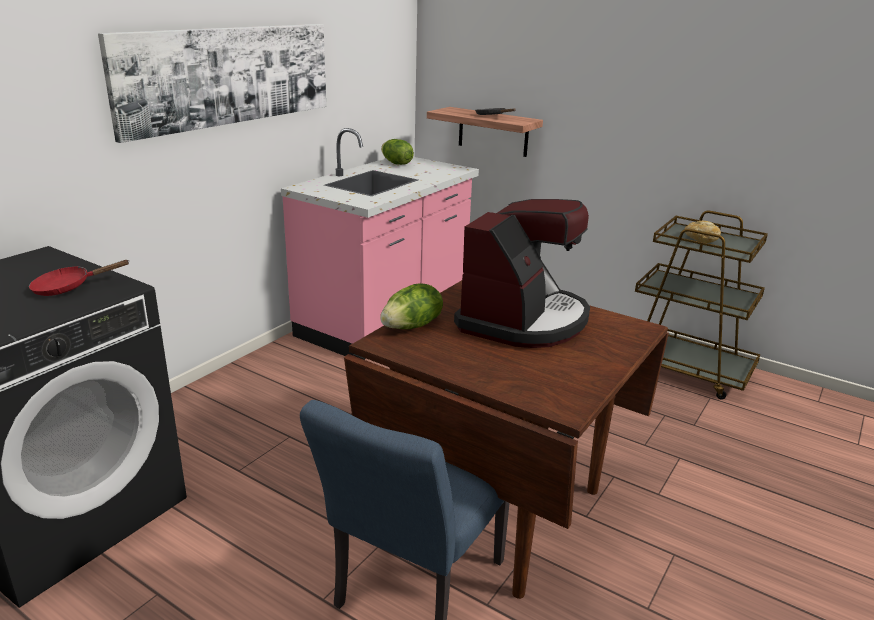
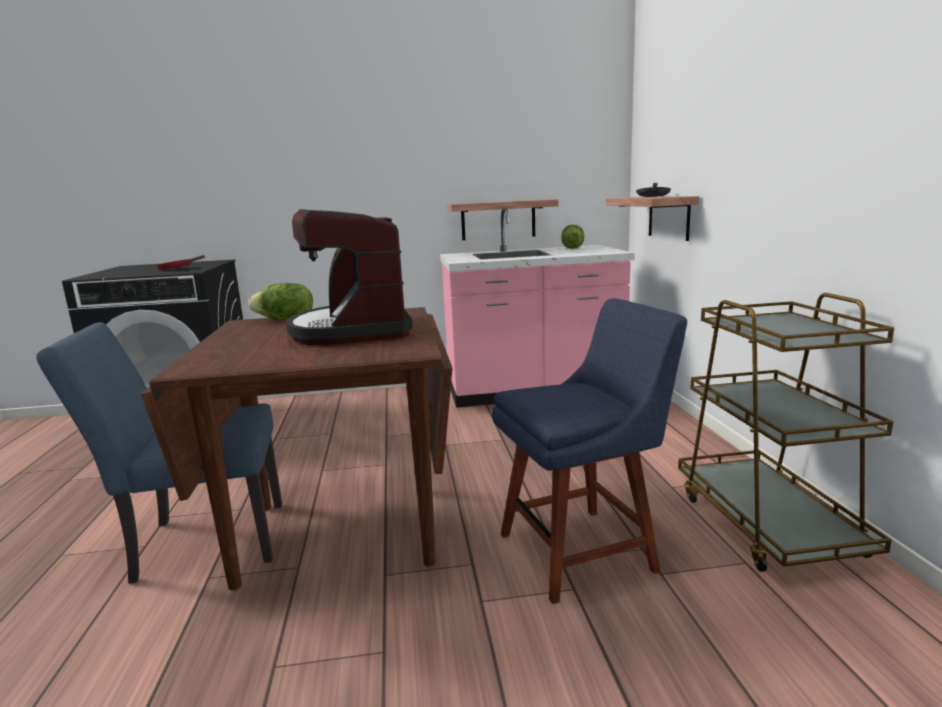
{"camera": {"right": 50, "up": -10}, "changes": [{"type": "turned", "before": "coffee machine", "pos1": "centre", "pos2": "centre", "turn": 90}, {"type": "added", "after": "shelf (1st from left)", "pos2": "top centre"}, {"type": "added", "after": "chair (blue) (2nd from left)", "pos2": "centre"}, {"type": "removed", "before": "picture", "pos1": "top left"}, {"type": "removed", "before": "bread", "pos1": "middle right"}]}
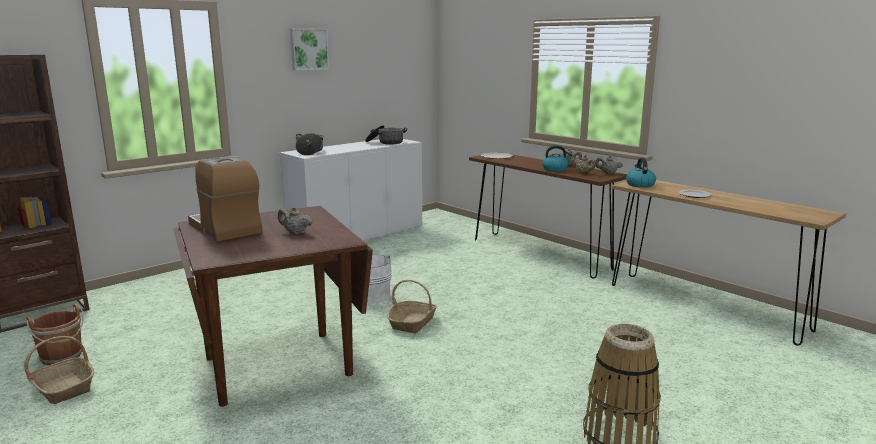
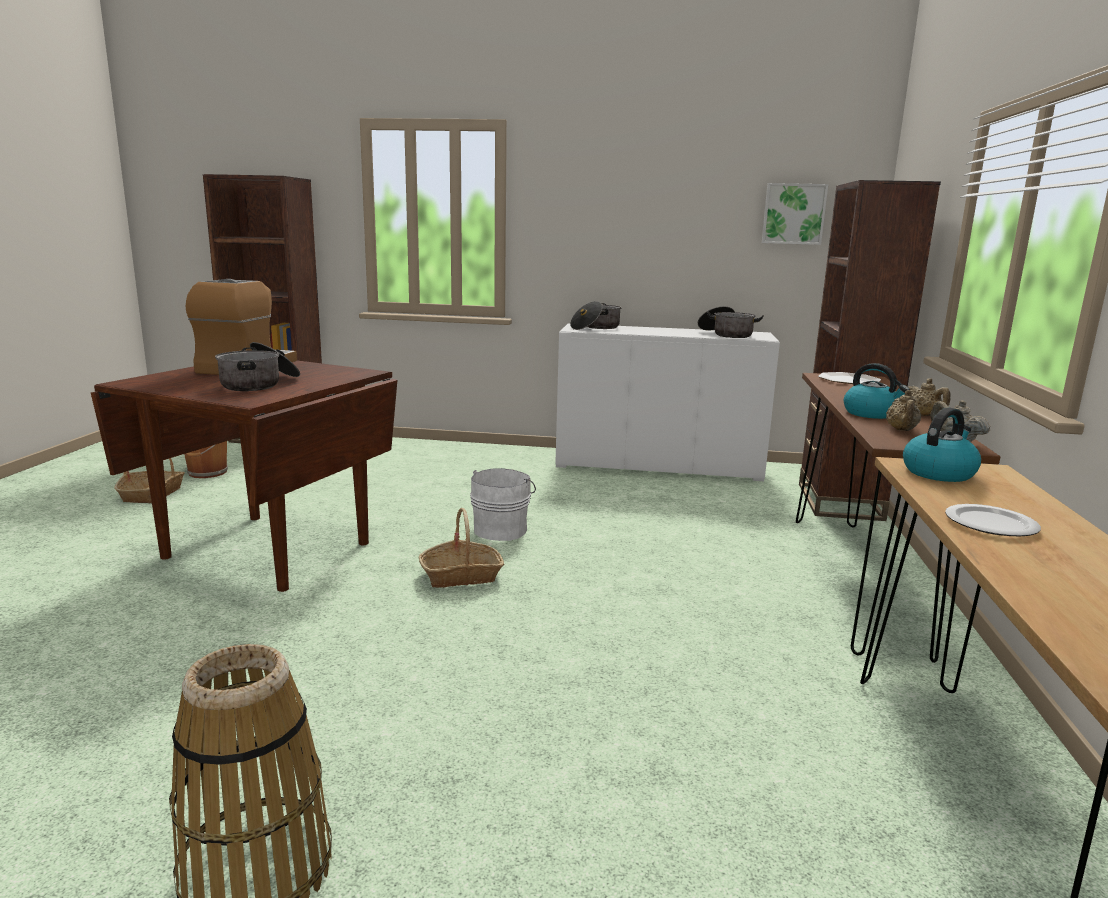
{"camera": {"right": 50, "up": 0}, "changes": [{"type": "replaced", "before": "teapot (beige) (1st from left)", "after": "cooking pot (1st from left)", "pos1": "centre", "pos2": "middle left"}, {"type": "moved", "before": "picture", "pos1": "top centre", "pos2": "top right"}, {"type": "added", "after": "bookcase (brown) (2nd from left)", "pos2": "middle right"}]}
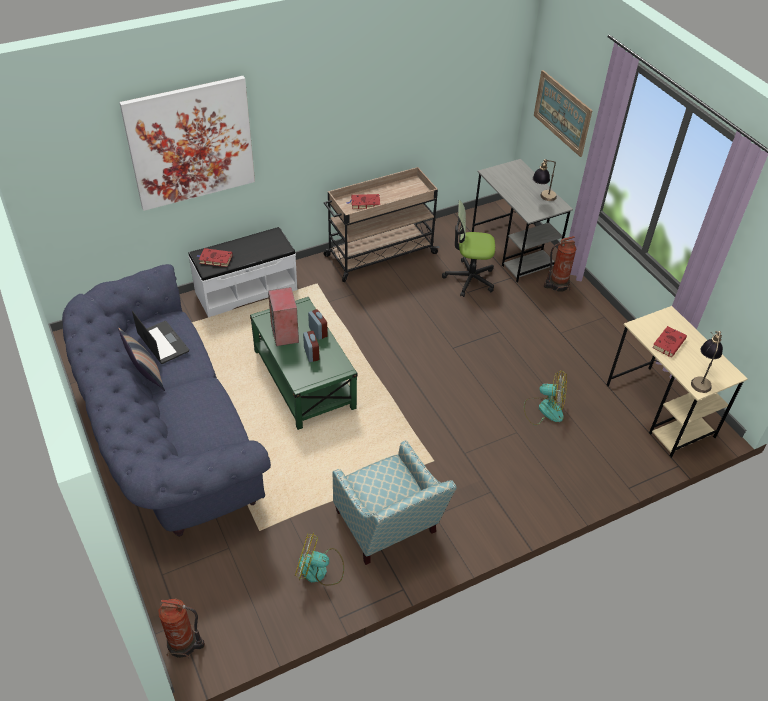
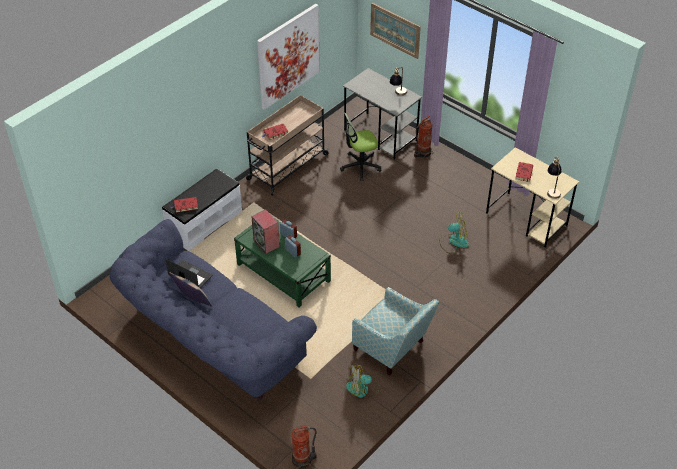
{"camera": {"right": -20, "up": 0}, "changes": [{"type": "moved", "before": "picture (1st from left)", "pos1": "top left", "pos2": "top centre"}]}
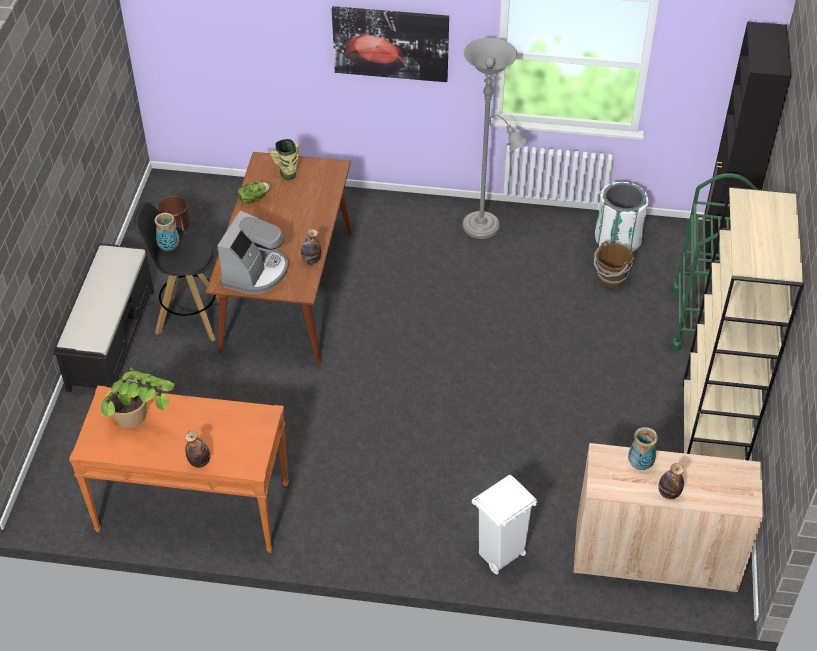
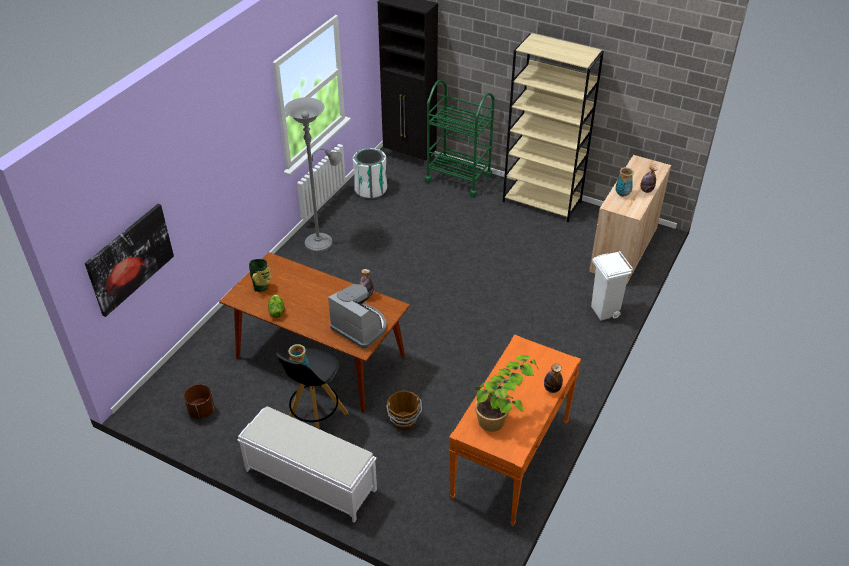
{"camera": {"right": -70, "up": -5}, "changes": [{"type": "moved", "before": "picture", "pos1": "top centre", "pos2": "middle left"}, {"type": "recoloured", "before": "bench (black)", "after": "bench (white)", "pos1": "middle left", "pos2": "bottom centre"}, {"type": "moved", "before": "bucket (brown)", "pos1": "middle right", "pos2": "bottom centre"}]}
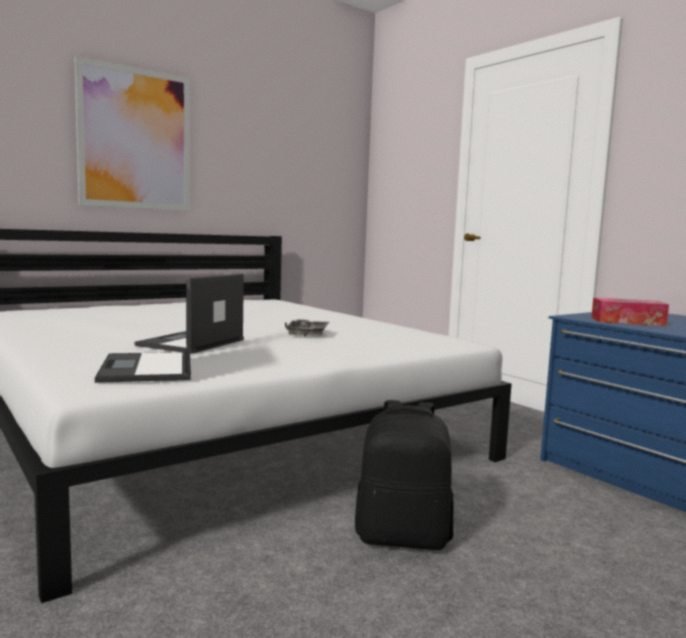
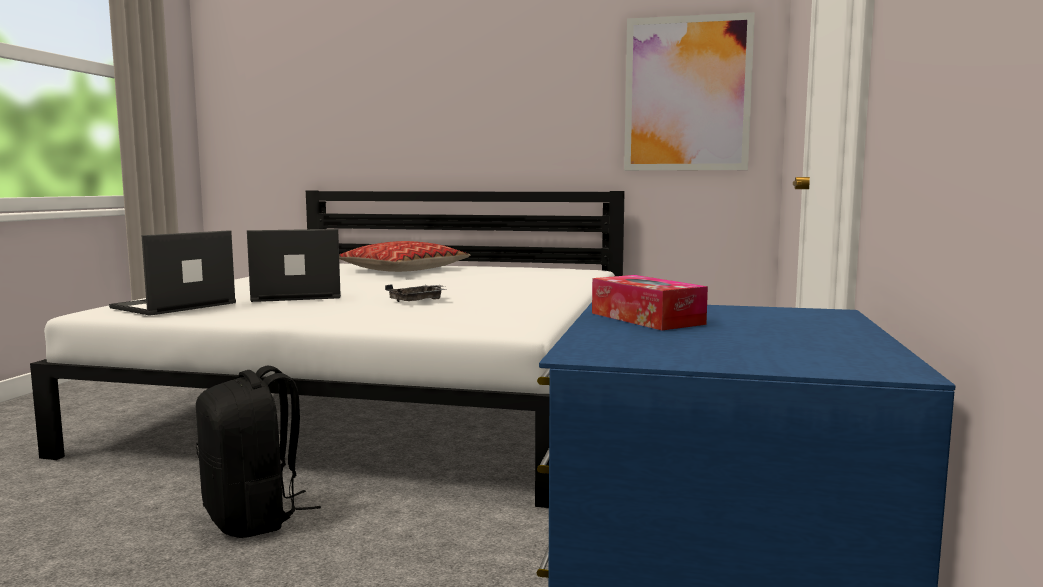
{"camera": {"right": 50, "up": 0}, "changes": [{"type": "added", "after": "pillow", "pos2": "centre"}, {"type": "moved", "before": "picture", "pos1": "top left", "pos2": "top centre"}]}
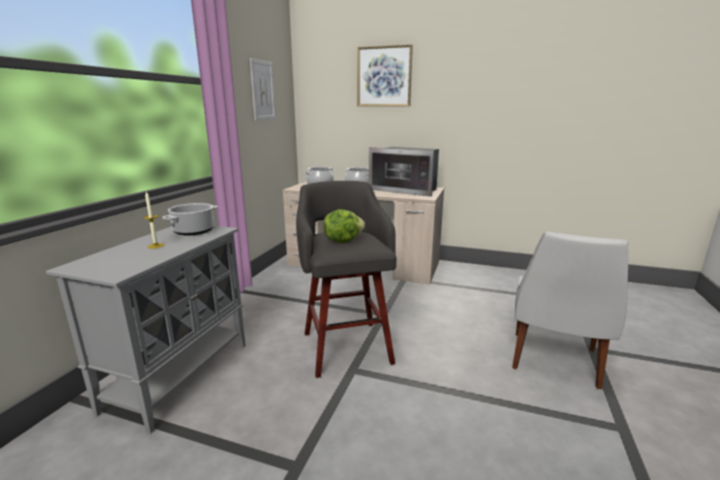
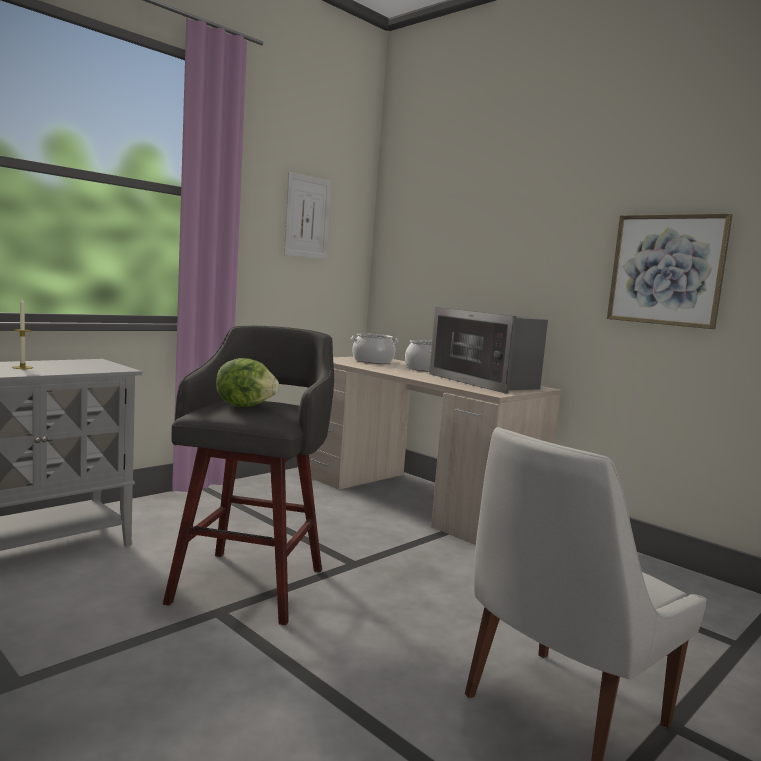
{"camera": {"right": 25, "up": -10}, "changes": [{"type": "moved", "before": "picture (2nd from left)", "pos1": "top centre", "pos2": "middle right"}, {"type": "removed", "before": "cooking pot (1st from left)", "pos1": "middle left"}]}
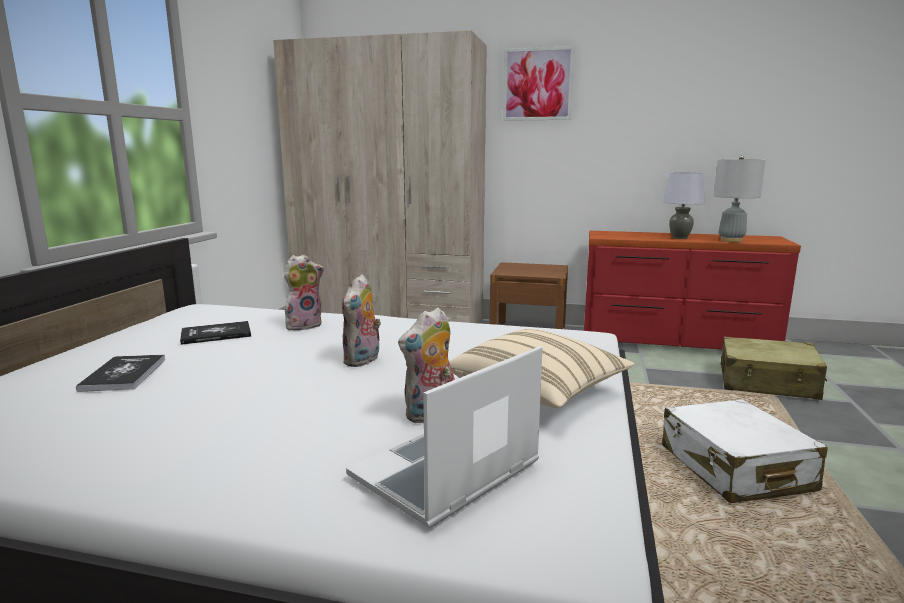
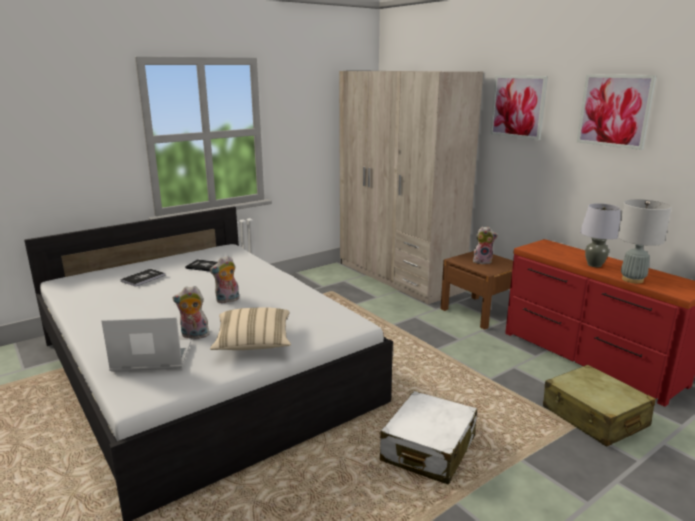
{"camera": {"right": 40, "up": 5}, "changes": [{"type": "moved", "before": "plush toy (1st from left in the first image)", "after": "plush toy (3rd from left)", "pos1": "centre", "pos2": "middle right"}, {"type": "added", "after": "picture (2nd from left)", "pos2": "top right"}]}
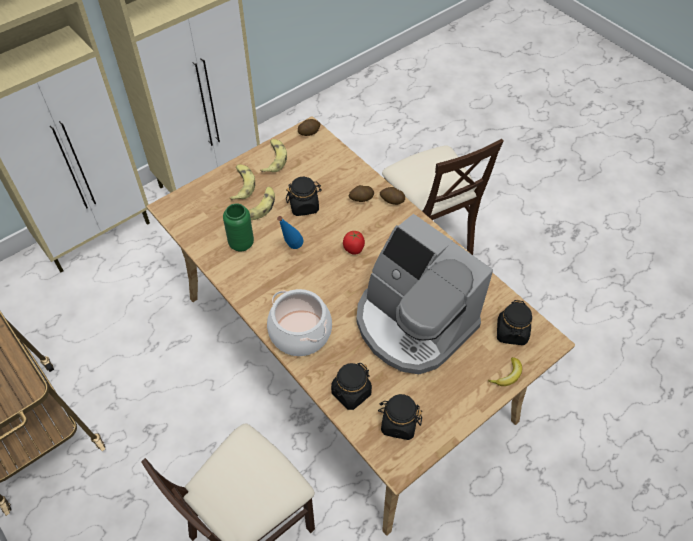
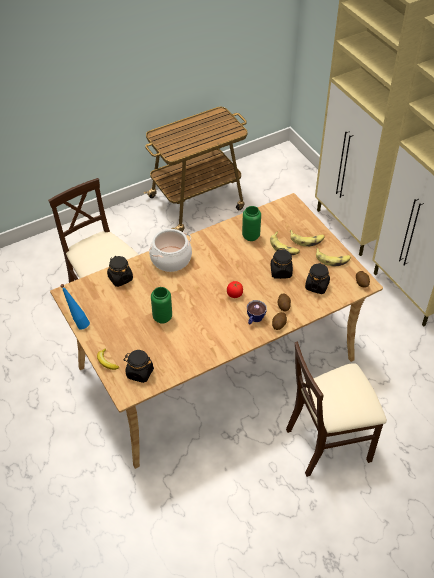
{"camera": {"right": 100, "up": -5}, "changes": [{"type": "moved", "before": "bottle (blue)", "pos1": "centre", "pos2": "middle left"}, {"type": "replaced", "before": "coffee machine", "after": "vase (green) (1st from left)", "pos1": "centre", "pos2": "centre"}, {"type": "added", "after": "cup", "pos2": "centre"}, {"type": "moved", "before": "jar (black) (3rd from left in the first image)", "after": "jar (black) (4th from left)", "pos1": "bottom centre", "pos2": "middle right"}]}
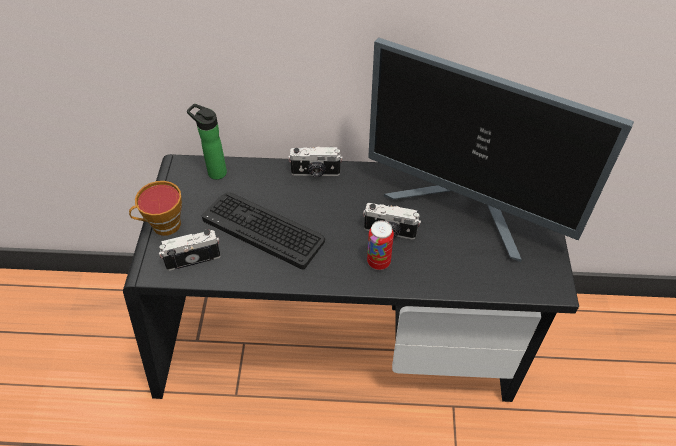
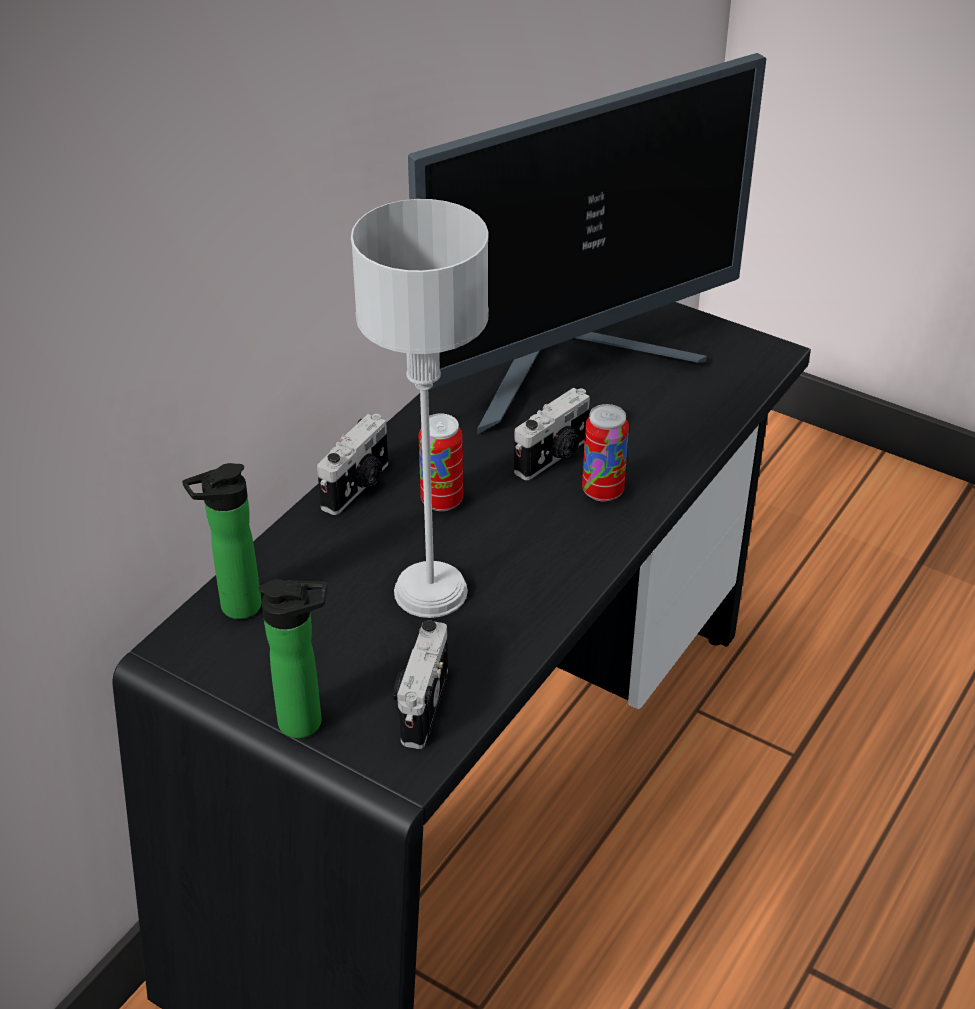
{"camera": {"right": -60, "up": -10}, "changes": [{"type": "replaced", "before": "cup", "after": "bottle (2nd from left)", "pos1": "middle left", "pos2": "middle left"}, {"type": "replaced", "before": "keyboard", "after": "table lamp (grey)", "pos1": "centre", "pos2": "centre"}, {"type": "added", "after": "can (1st from left)", "pos2": "centre"}]}
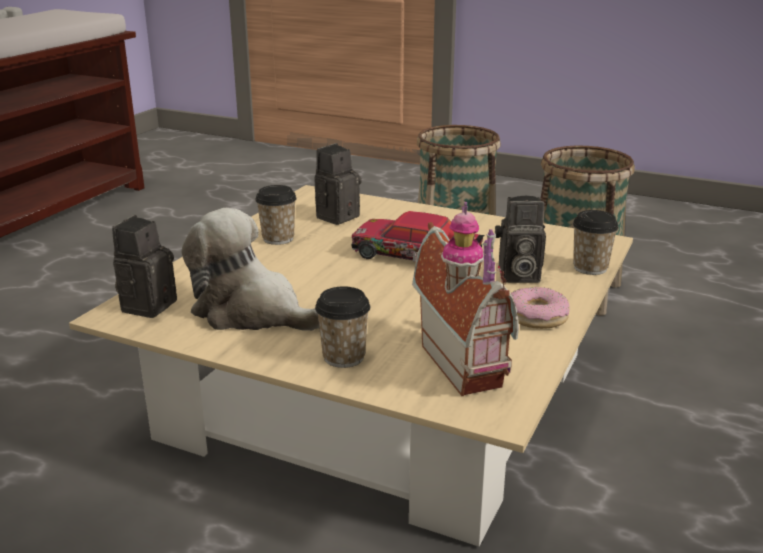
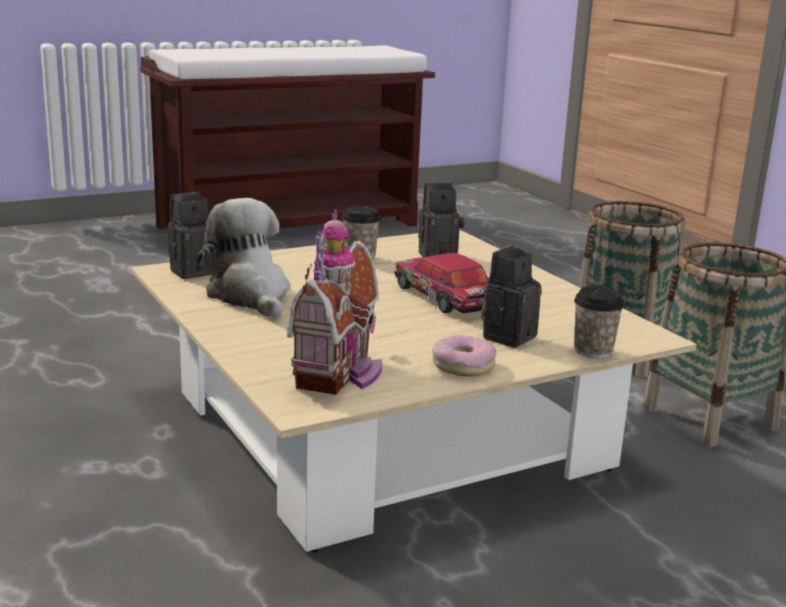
{"camera": {"right": 35, "up": -5}, "changes": [{"type": "turned", "before": "photo camera (3rd from left)", "pos1": "middle right", "pos2": "centre", "turn": 90}, {"type": "removed", "before": "cup (2nd from left)", "pos1": "centre"}]}
